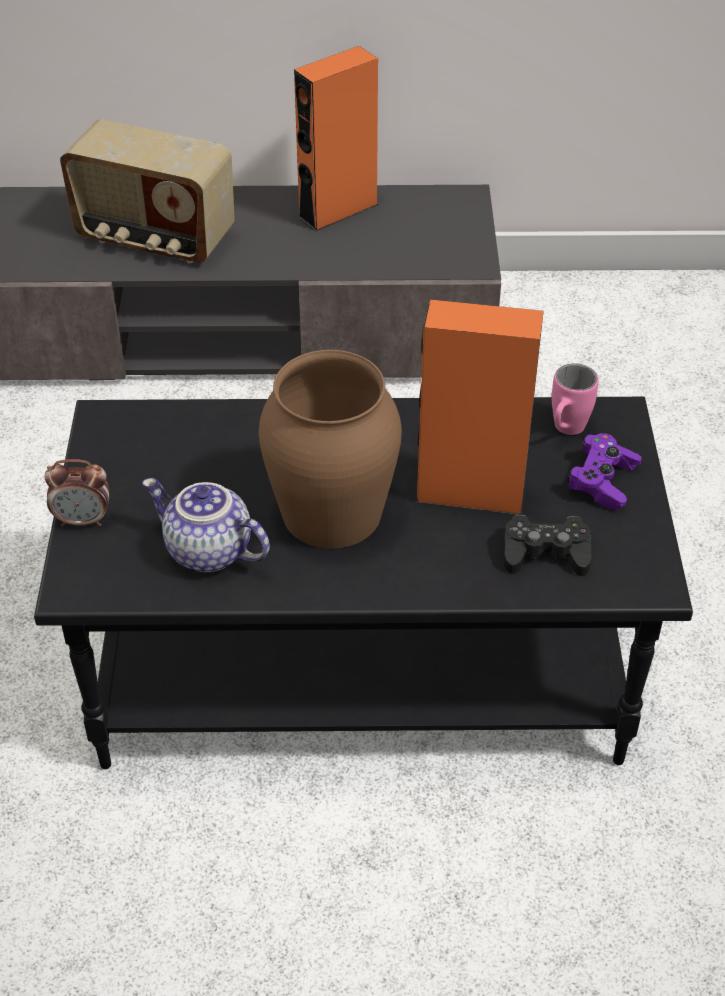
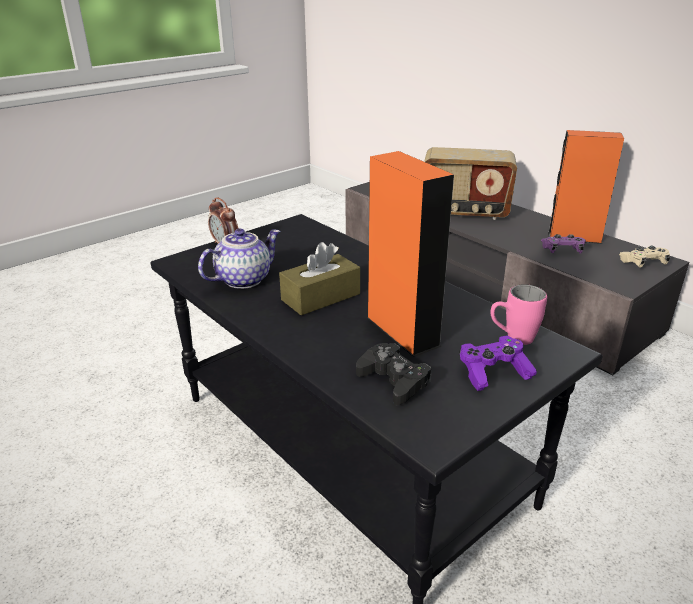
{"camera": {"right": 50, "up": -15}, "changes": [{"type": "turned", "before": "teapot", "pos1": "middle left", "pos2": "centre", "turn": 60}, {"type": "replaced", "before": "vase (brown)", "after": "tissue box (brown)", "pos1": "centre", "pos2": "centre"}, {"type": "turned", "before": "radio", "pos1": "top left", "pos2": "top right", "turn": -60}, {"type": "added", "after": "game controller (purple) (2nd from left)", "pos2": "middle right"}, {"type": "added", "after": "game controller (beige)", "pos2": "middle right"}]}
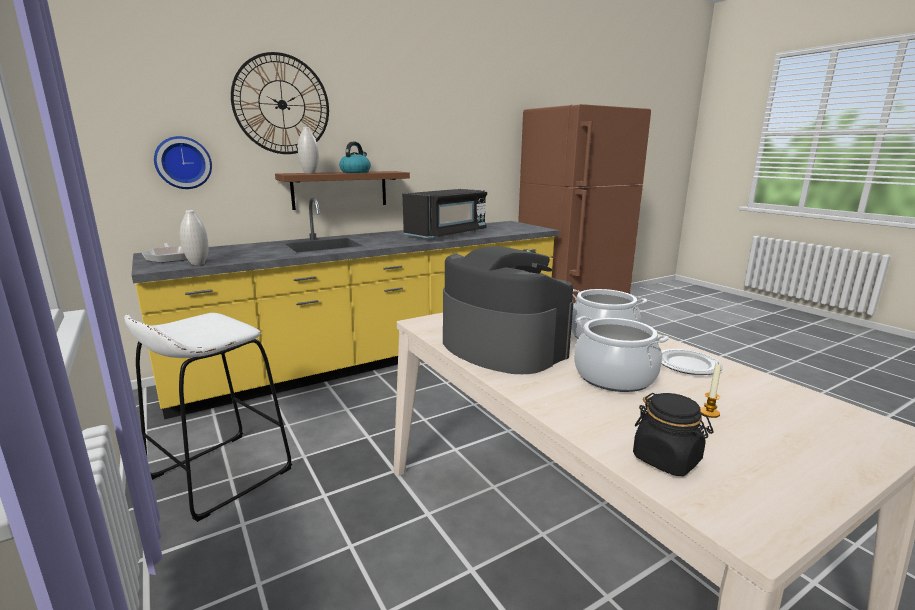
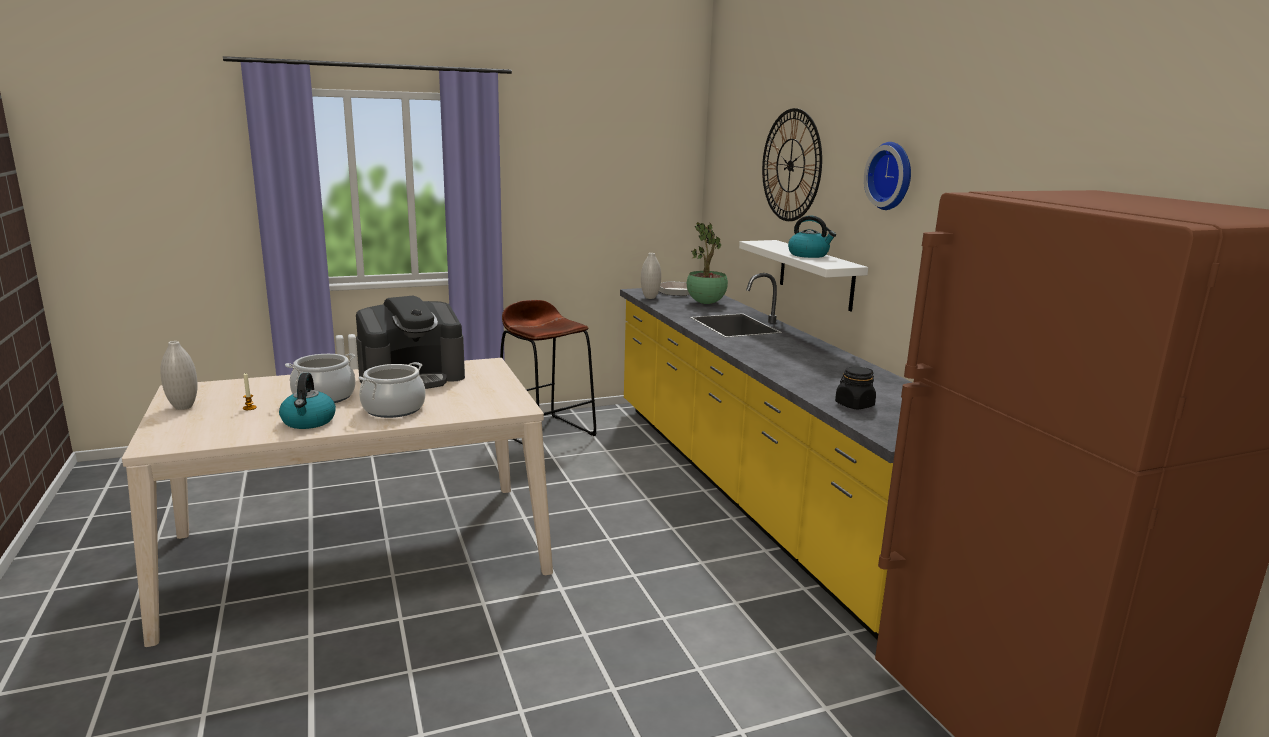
{"camera": {"right": 100, "up": 0}, "changes": [{"type": "moved", "before": "vase (white) (2nd from left in the first image)", "after": "vase (white) (1st from left)", "pos1": "top centre", "pos2": "middle left"}, {"type": "replaced", "before": "plate", "after": "kettle (1st from left)", "pos1": "middle right", "pos2": "middle left"}, {"type": "recoloured", "before": "stool (white)", "after": "stool (brown)", "pos1": "bottom left", "pos2": "centre"}, {"type": "added", "after": "potted plant", "pos2": "centre"}, {"type": "recoloured", "before": "shelf (brown)", "after": "shelf (white)", "pos1": "top centre", "pos2": "centre"}, {"type": "moved", "before": "jar (black)", "pos1": "bottom right", "pos2": "middle right"}, {"type": "moved", "before": "wall clock (1st from left in the first image)", "after": "wall clock (2nd from left)", "pos1": "top left", "pos2": "top right"}, {"type": "removed", "before": "microwave (black)", "pos1": "centre"}]}
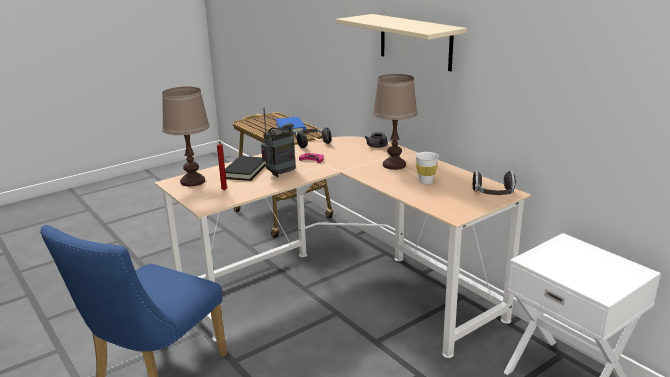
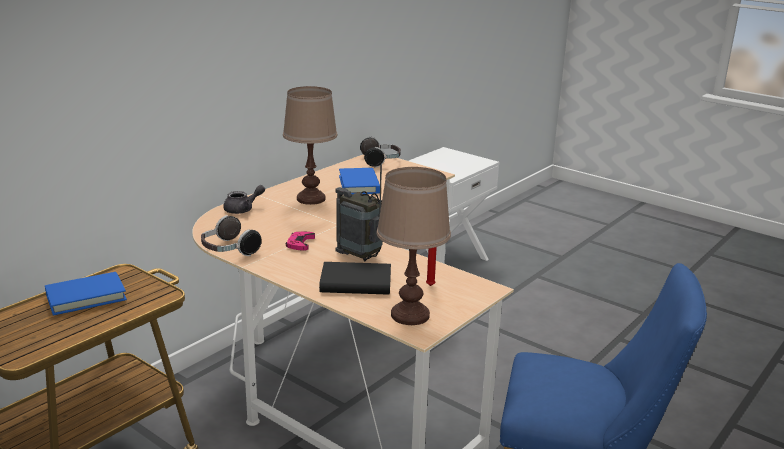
{"camera": {"right": -105, "up": 0}, "changes": [{"type": "replaced", "before": "cup (white)", "after": "book (blue) (2nd from left)", "pos1": "centre", "pos2": "centre"}, {"type": "removed", "before": "shelf (beige)", "pos1": "top centre"}]}
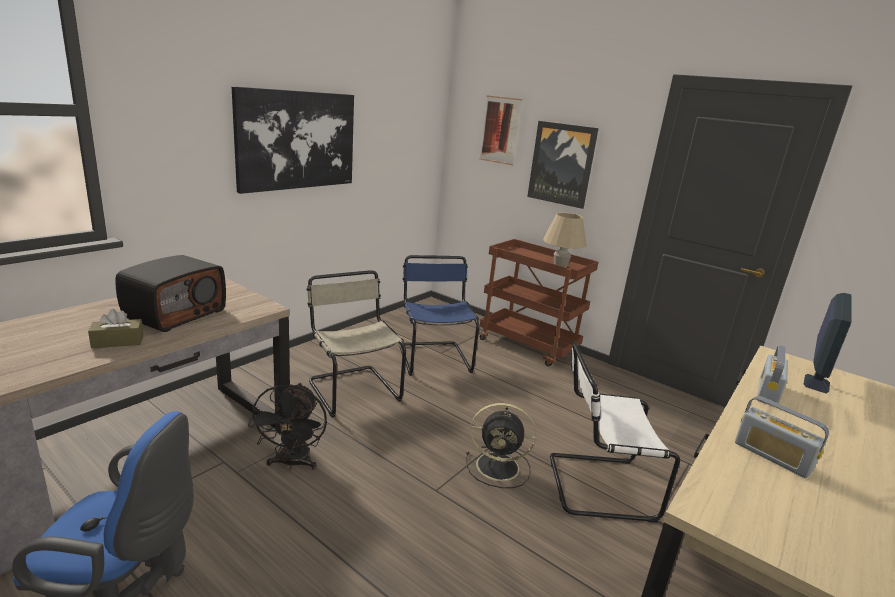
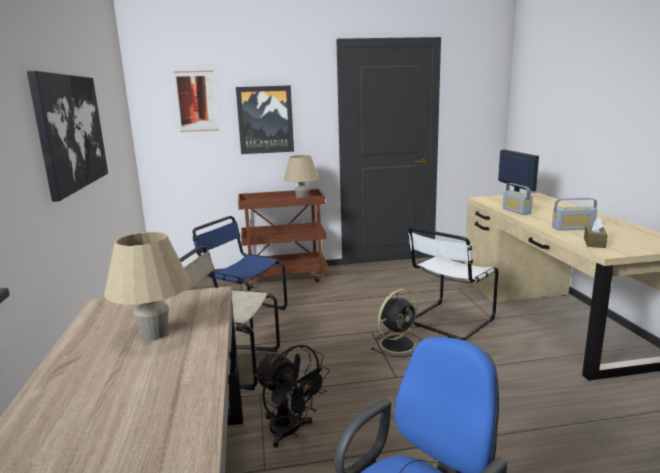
{"camera": {"right": -45, "up": -5}, "changes": [{"type": "replaced", "before": "radio (1st from left)", "after": "table lamp (beige) (1st from left)", "pos1": "middle left", "pos2": "middle left"}, {"type": "moved", "before": "tissue box (brown)", "pos1": "middle left", "pos2": "middle right"}]}
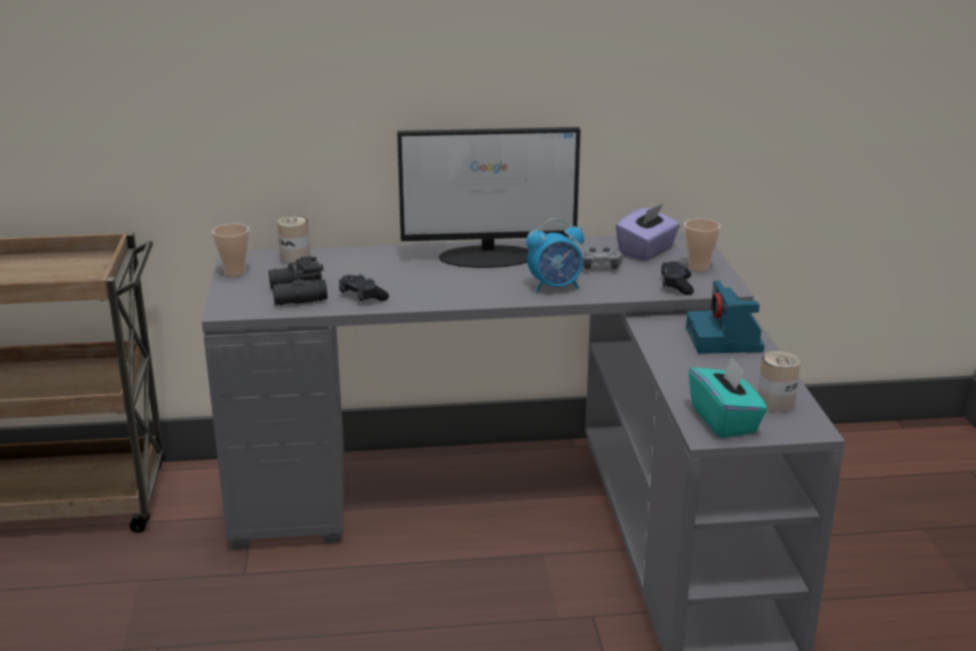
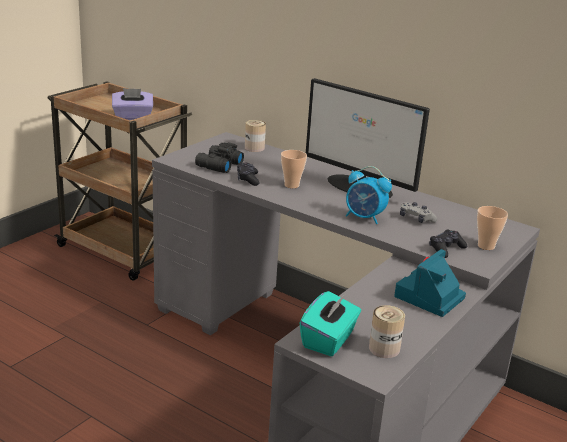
{"camera": {"right": 40, "up": 0}, "changes": [{"type": "moved", "before": "tissue box (purple)", "pos1": "centre", "pos2": "top left"}, {"type": "moved", "before": "cup (1st from left)", "pos1": "middle left", "pos2": "centre"}]}
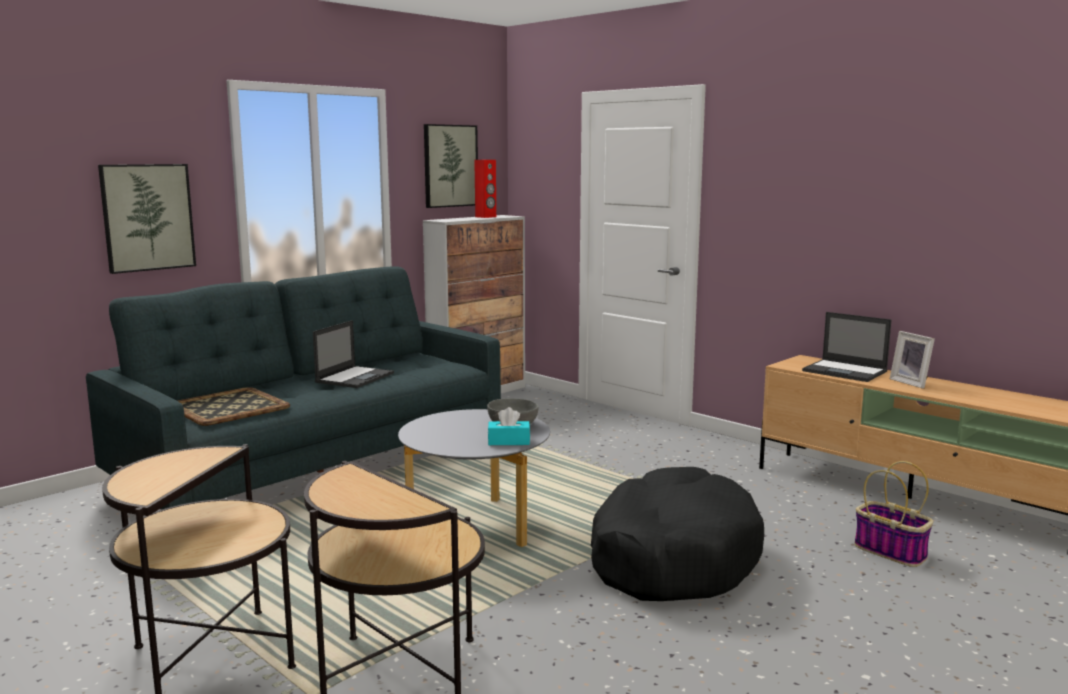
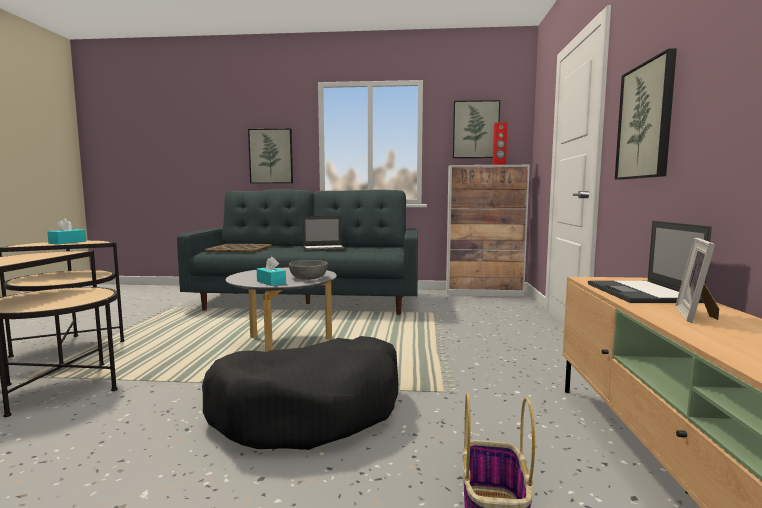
{"camera": {"right": 50, "up": -5}, "changes": [{"type": "added", "after": "tissue box (turquoise) (1st from left)", "pos2": "middle left"}, {"type": "added", "after": "picture (3rd from left)", "pos2": "top right"}]}
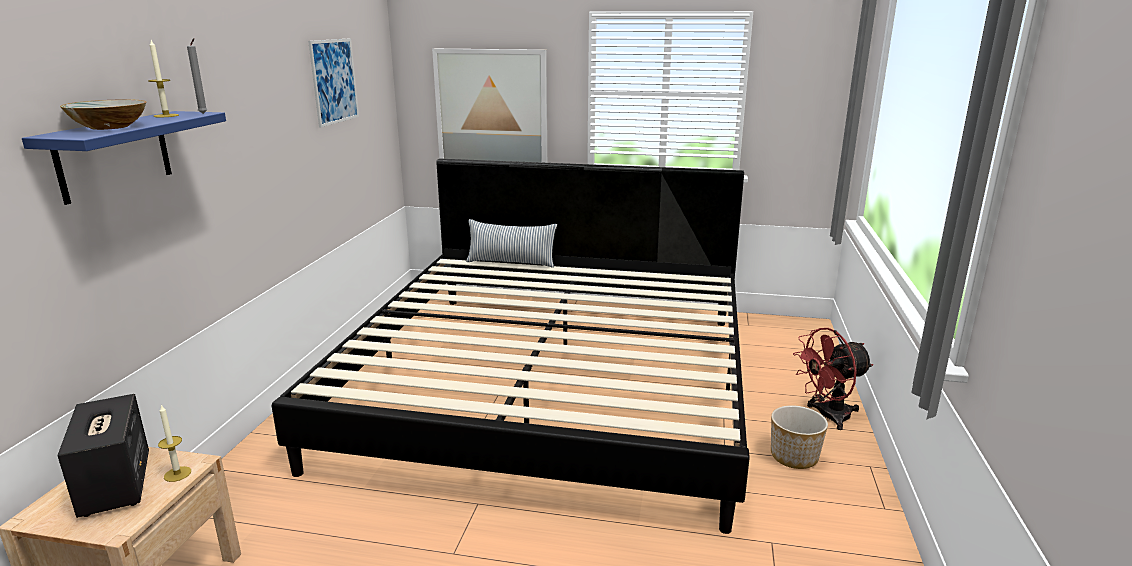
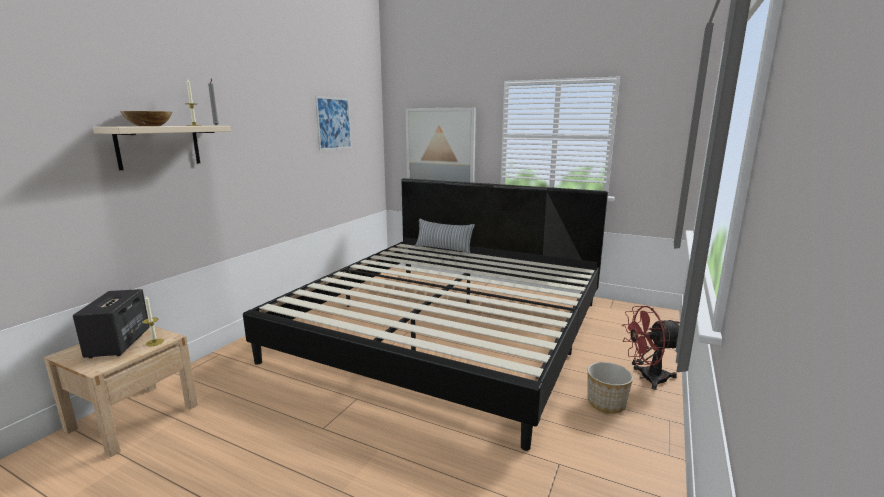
{"camera": {"right": 15, "up": -5}, "changes": [{"type": "recoloured", "before": "shelf (blue)", "after": "shelf (beige)", "pos1": "top left", "pos2": "top left"}]}
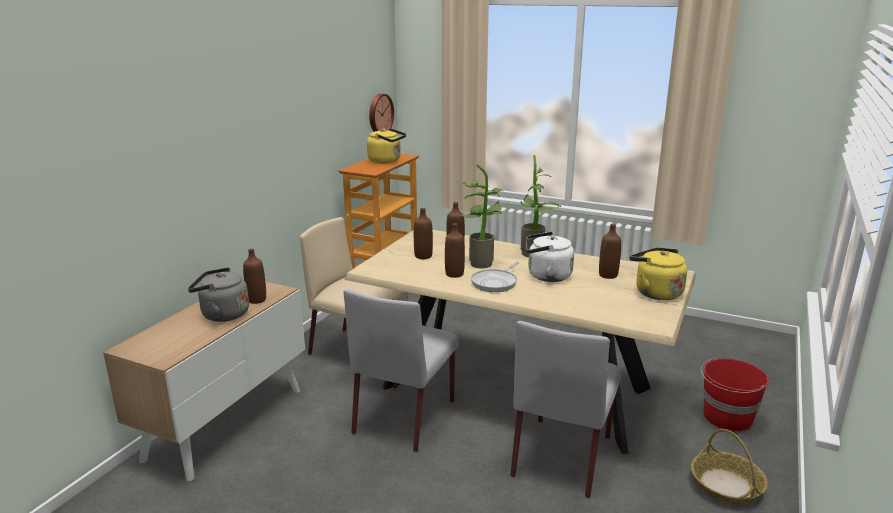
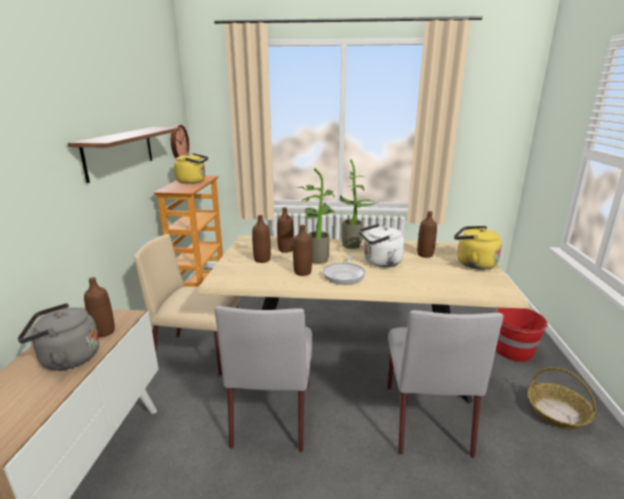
{"camera": {"right": -20, "up": 0}, "changes": [{"type": "added", "after": "shelf", "pos2": "top left"}]}
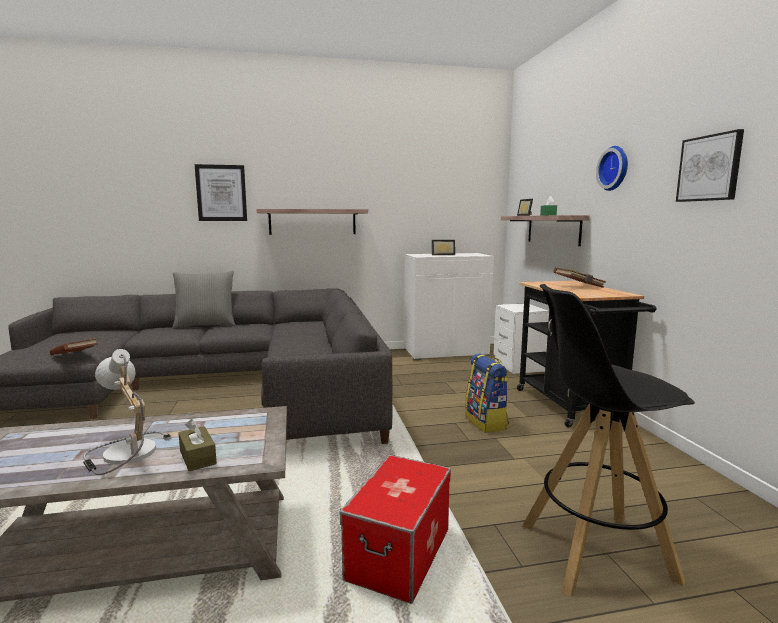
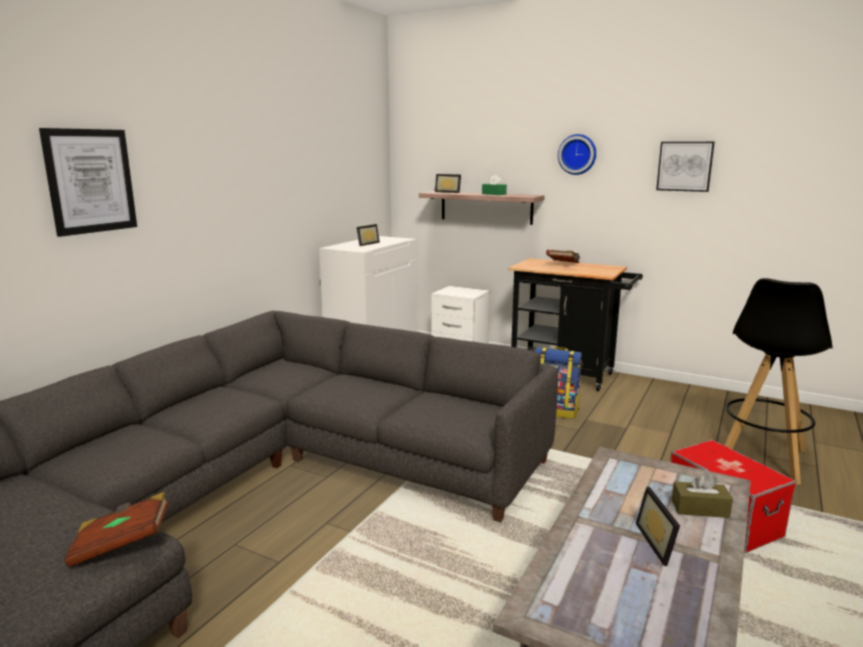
{"camera": {"right": -50, "up": 5}, "changes": [{"type": "replaced", "before": "table lamp", "after": "picture frame (3rd from left)", "pos1": "middle left", "pos2": "bottom right"}, {"type": "removed", "before": "pillow (grey)", "pos1": "middle left"}, {"type": "removed", "before": "shelf (1st from left)", "pos1": "centre"}]}
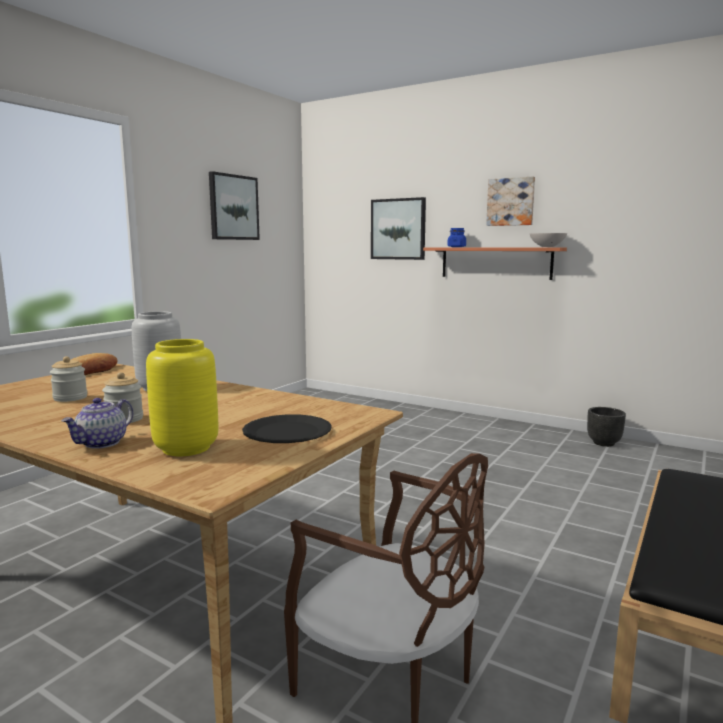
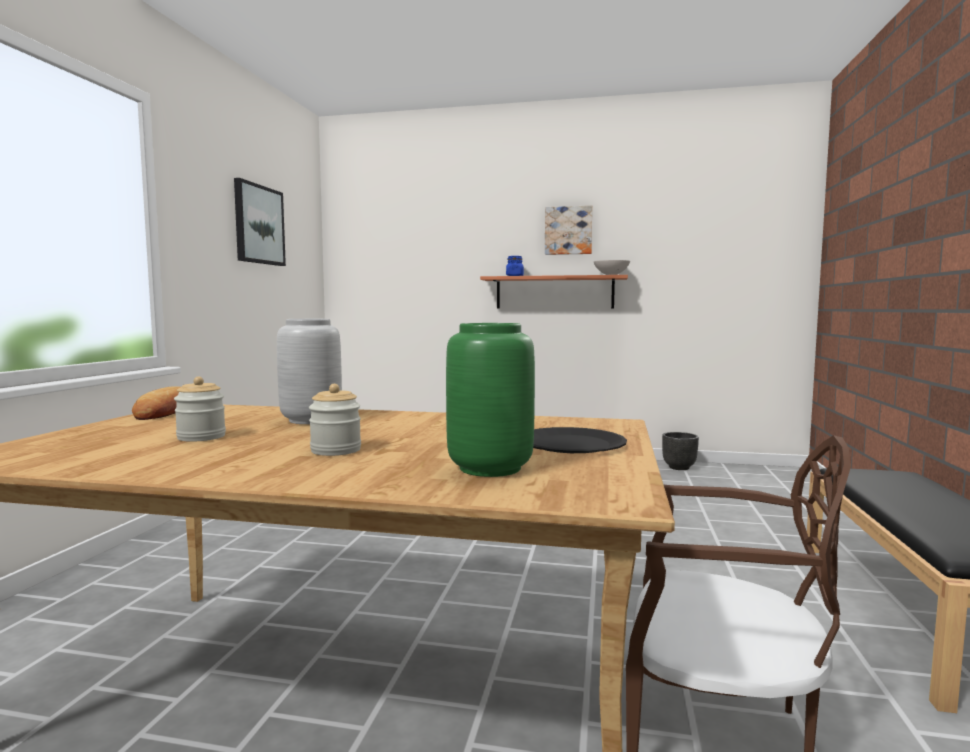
{"camera": {"right": -20, "up": -5}, "changes": [{"type": "recoloured", "before": "vase (yellow)", "after": "vase (green)", "pos1": "middle left", "pos2": "centre"}, {"type": "removed", "before": "teapot", "pos1": "middle left"}, {"type": "removed", "before": "picture (2nd from left)", "pos1": "top centre"}]}
